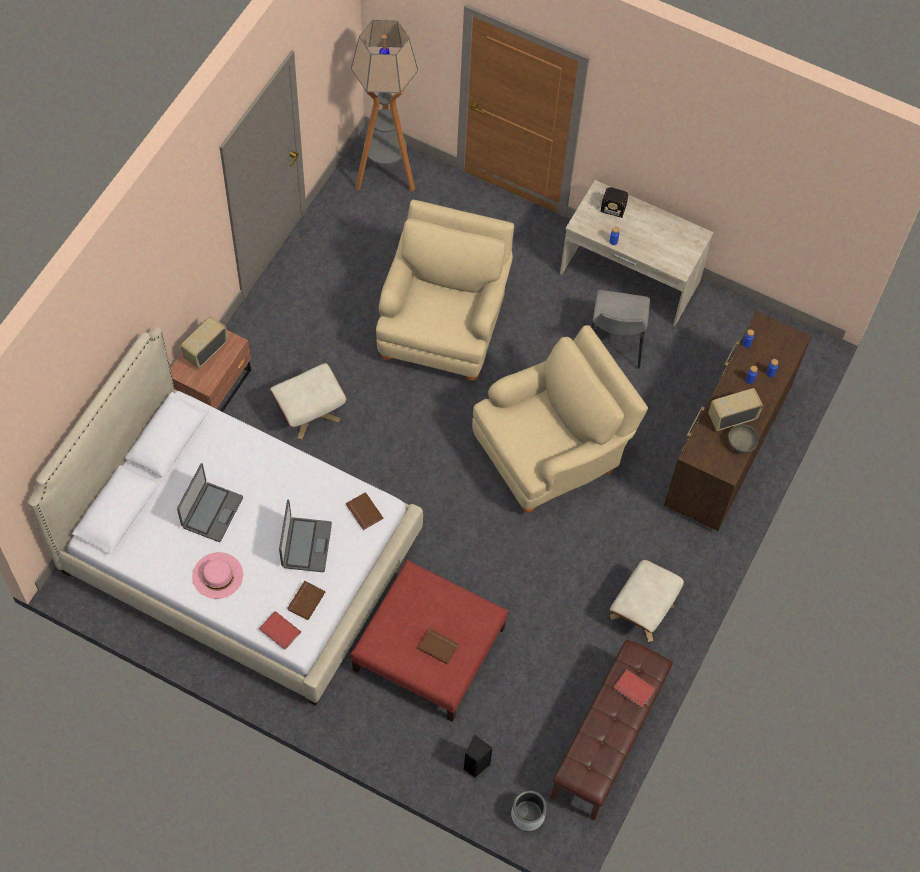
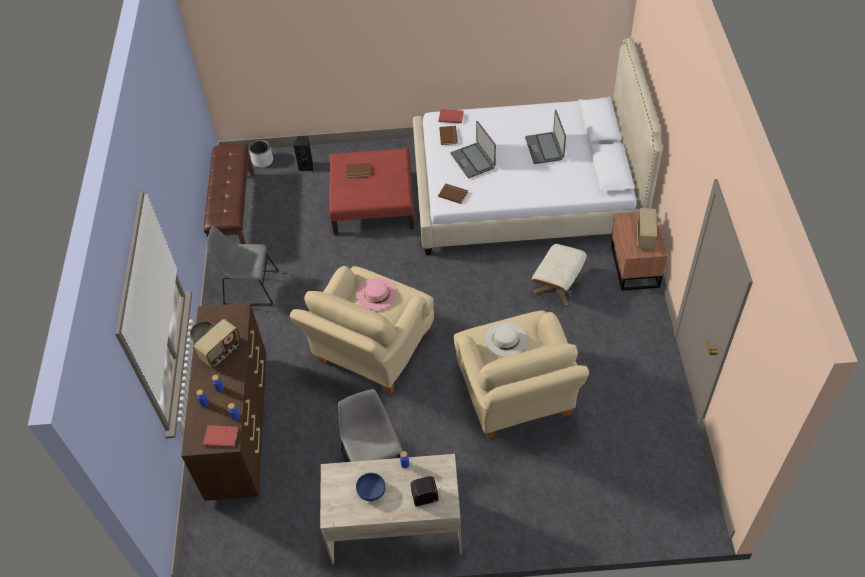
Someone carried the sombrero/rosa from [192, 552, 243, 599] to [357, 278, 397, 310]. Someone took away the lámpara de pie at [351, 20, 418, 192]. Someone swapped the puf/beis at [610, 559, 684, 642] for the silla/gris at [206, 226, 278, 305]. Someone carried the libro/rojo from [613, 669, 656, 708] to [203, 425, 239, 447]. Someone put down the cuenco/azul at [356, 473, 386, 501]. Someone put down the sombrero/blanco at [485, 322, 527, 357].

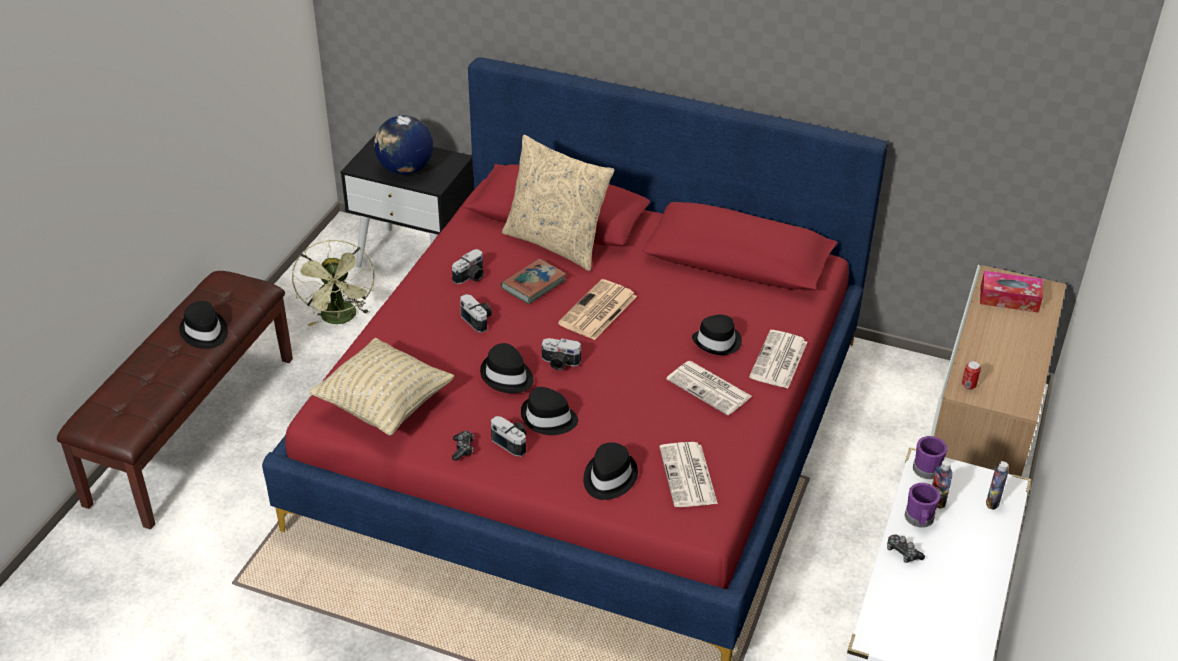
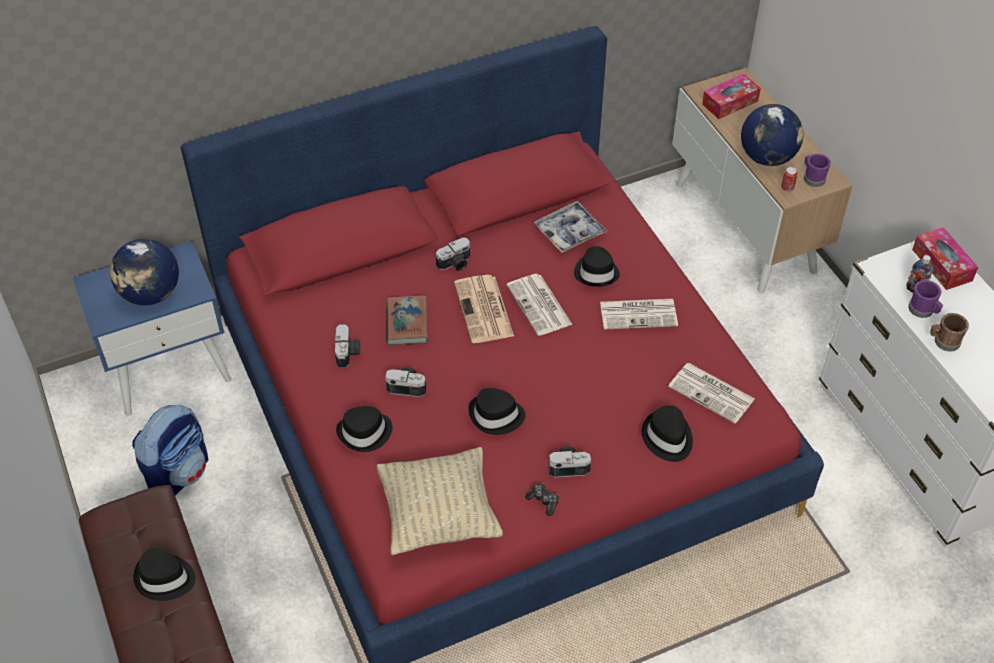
Someone swapped the ventilador/verde at [292, 240, 375, 326] for the mochila at [132, 405, 209, 495]. Someone repainted the mesita de noche/negro at [341, 134, 474, 268], which became the mesita de noche/azul at [73, 241, 231, 416]. Someone took away the cojín/beis at [502, 135, 614, 271]. Someone carried the sombrero/negro from [521, 387, 578, 435] to [336, 406, 393, 452]. Someone carried the cámara from [542, 338, 581, 370] to [436, 238, 470, 271]. Someone carried the periódico from [749, 330, 807, 388] to [507, 274, 573, 336]. Someone swapped the mando de consola at [887, 535, 925, 563] for the taza grande/marrón at [930, 313, 969, 352]. Someone carried the taza grande/morado from [913, 436, 948, 479] to [804, 154, 831, 187]. Someone swapped the botella at [986, 461, 1009, 510] for the caja de pañuelos at [912, 227, 978, 290]. Someone put down the bandeja at [534, 201, 607, 253]. Someone put down the globo terráqueo at [741, 104, 804, 166].

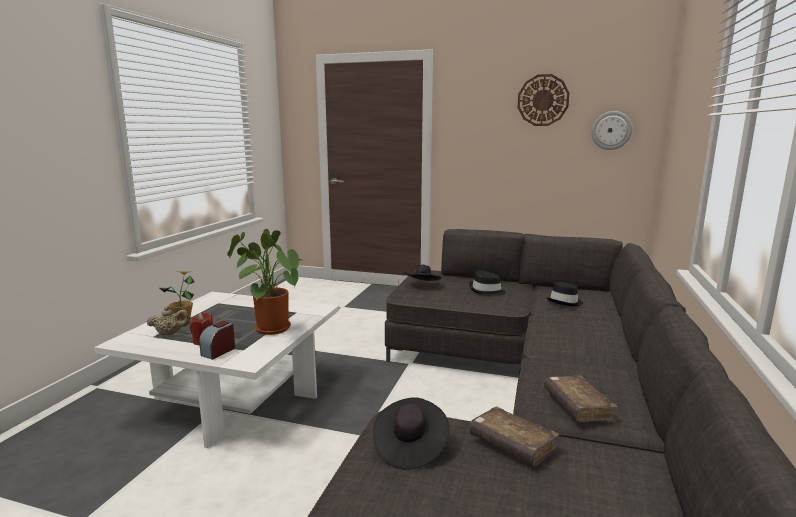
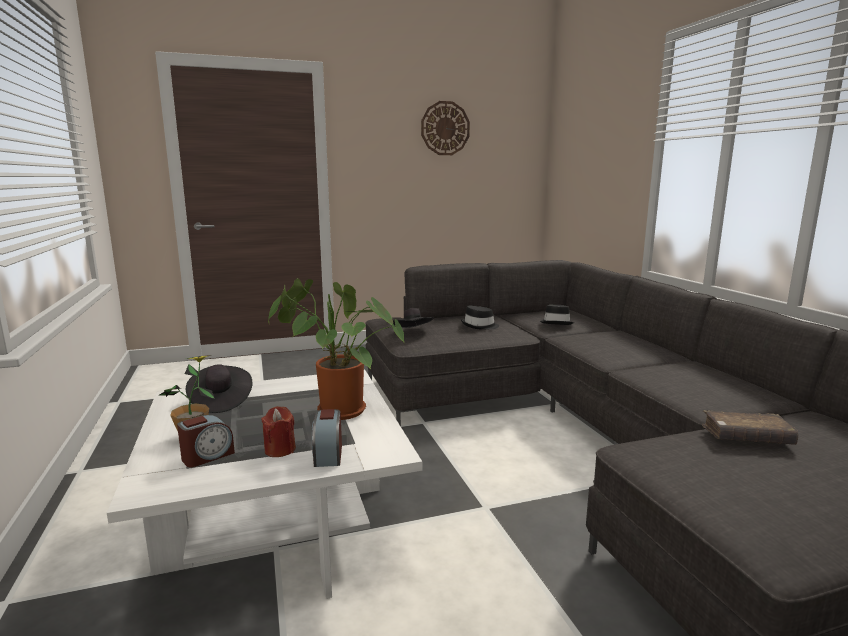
Someone swapped the tetera/beis at [147, 306, 190, 335] for the despertador at [177, 415, 235, 467]. Someone carried the sombrero/negro from [373, 397, 450, 469] to [186, 364, 252, 413]. Someone took away the libro/marrón at [544, 375, 618, 422]. Someone took away the reloj de pared at [591, 111, 632, 150].

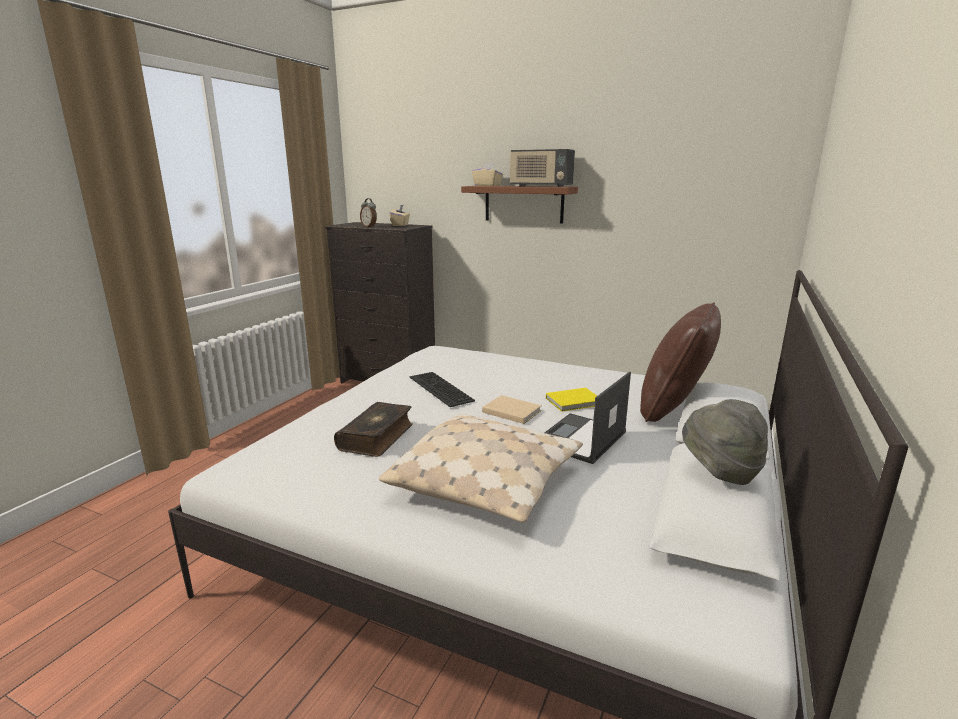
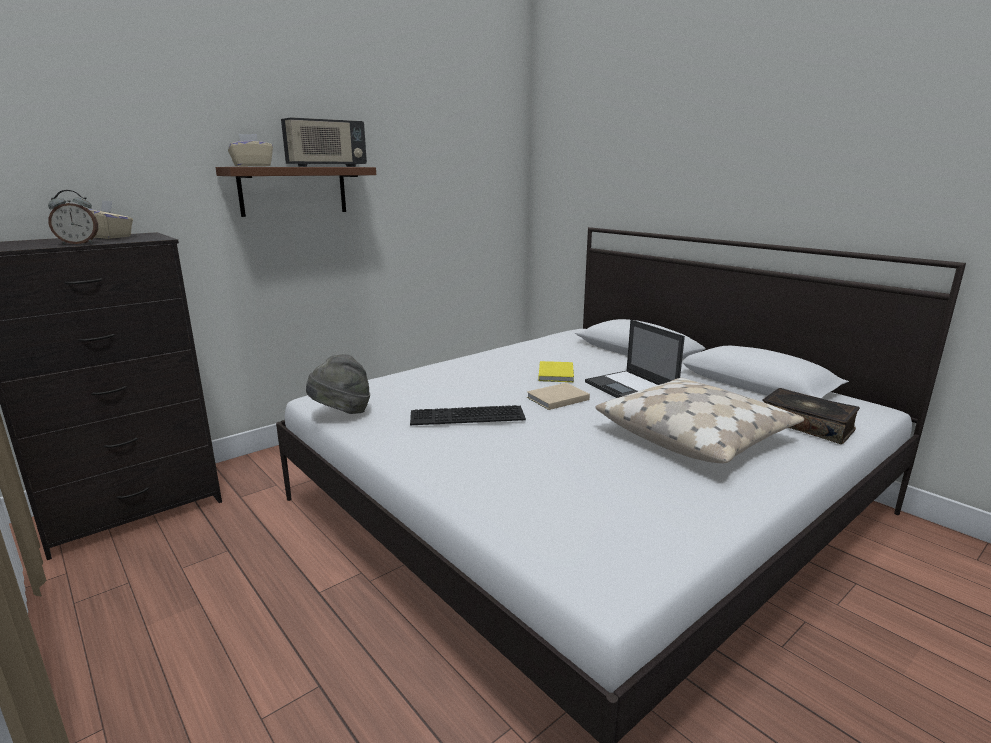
Someone carried the libro from [334, 402, 413, 457] to [762, 388, 860, 444]. Someone took away the cojín/marrón at [640, 302, 721, 422]. Someone carried the sombrero/gris from [682, 399, 768, 485] to [306, 354, 370, 414].

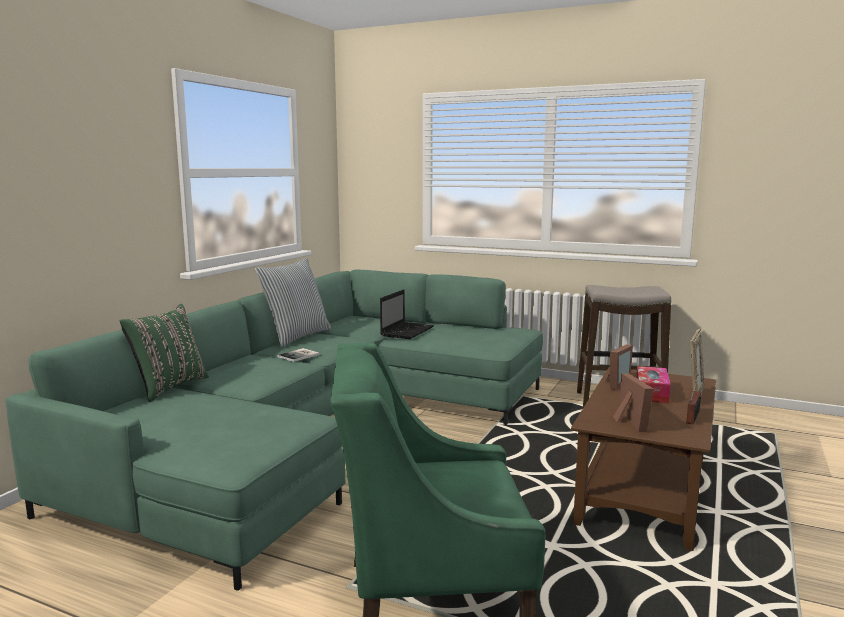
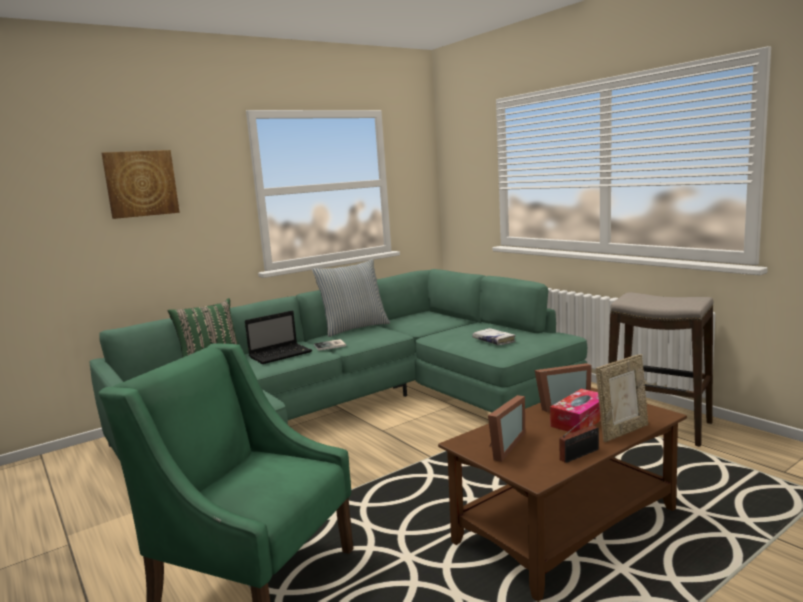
Someone carried the portátil from [380, 289, 434, 339] to [245, 311, 312, 364]. Someone put up the cuadro at [101, 150, 180, 219]. Someone put down the libro/blanco at [472, 328, 516, 345].

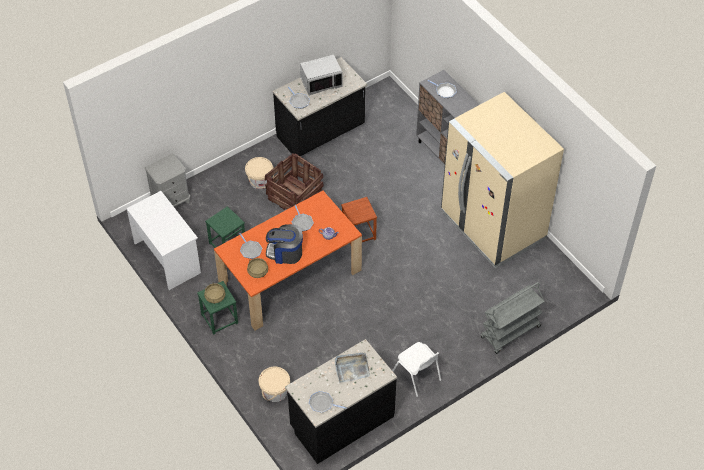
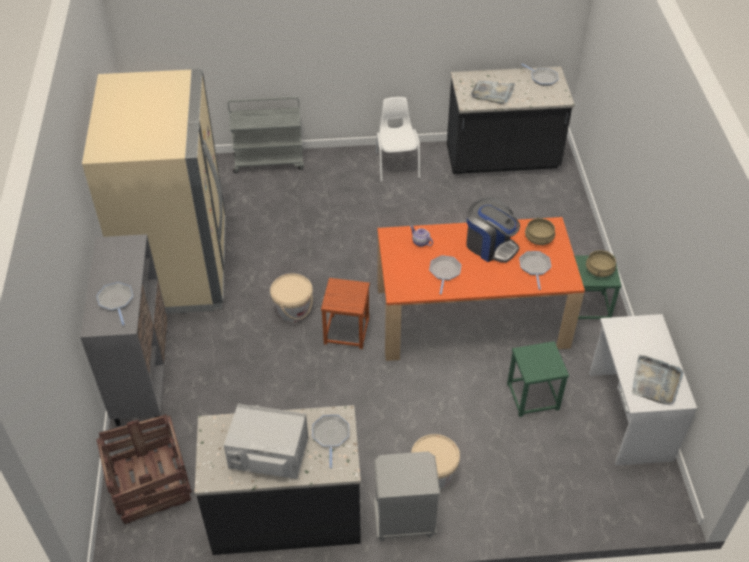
Someone carried the mesita de noche/gris from [144, 153, 190, 207] to [374, 452, 441, 542]. Someone carried the cubo/beis from [259, 367, 290, 402] to [270, 273, 313, 322]. Someone carried the caja de embalaje from [265, 153, 324, 210] to [96, 414, 192, 524]. Someone put down the bandeja/gris at [632, 355, 683, 405].

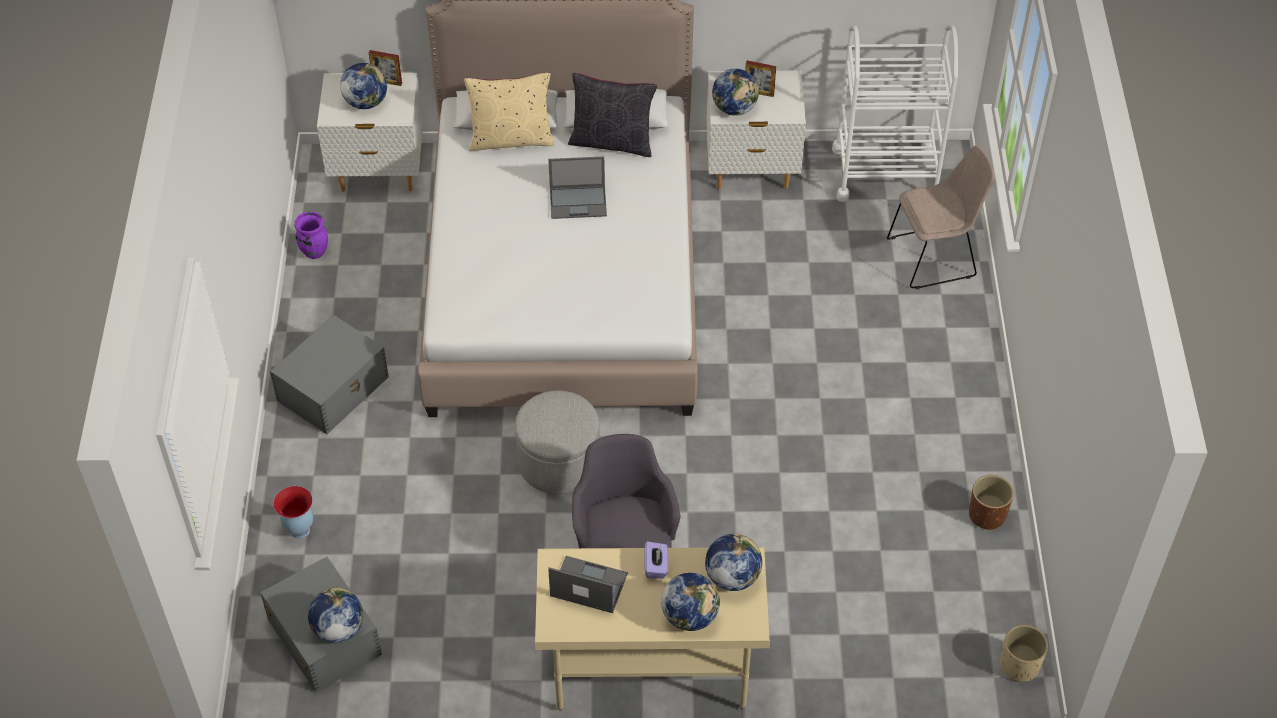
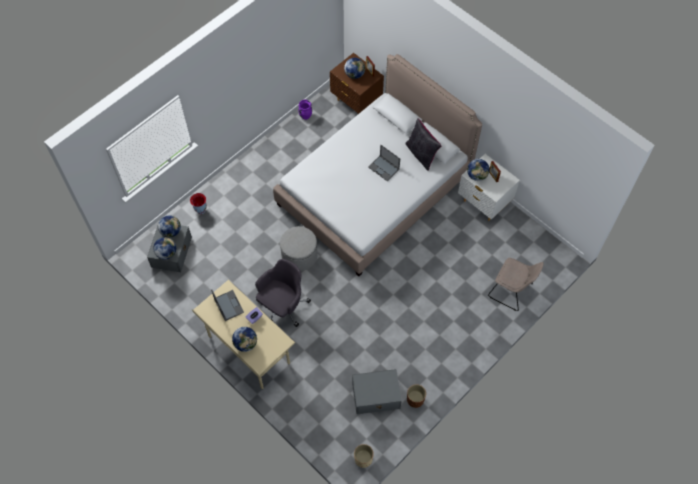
Someone carried the caja de almacenaje/gris from [270, 315, 389, 434] to [352, 369, 402, 414]. Someone repainted the mesita de noche/blanco at [317, 73, 423, 192], which became the mesita de noche/marrón at [330, 53, 384, 114]. Someone took away the cojín/beis at [464, 73, 555, 151]. Someone carried the globo terráqueo from [705, 534, 762, 591] to [158, 215, 181, 238]. Someone took away the carrito/blanco at [832, 25, 958, 202].

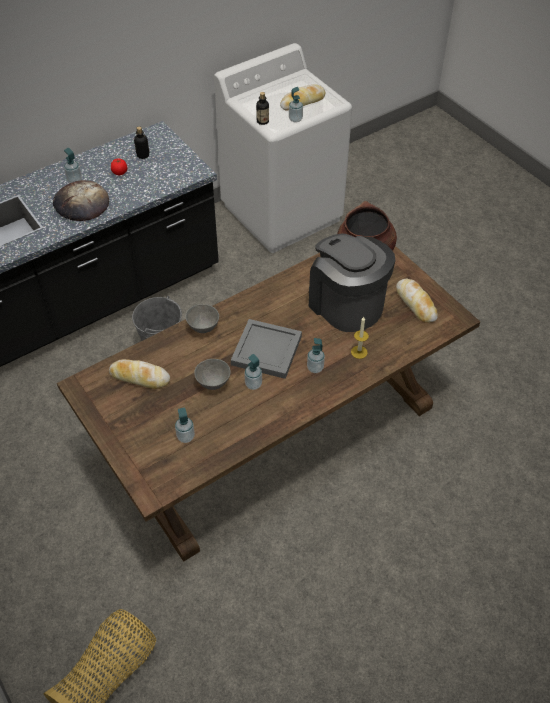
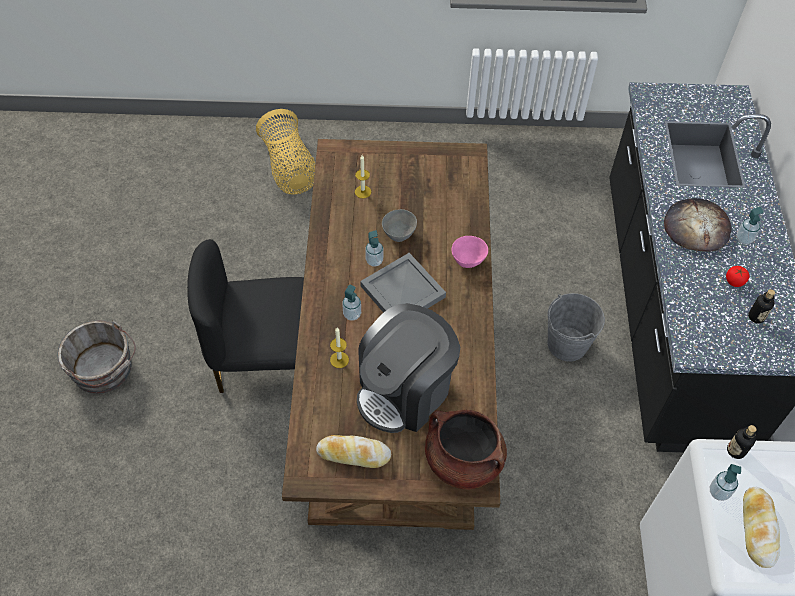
Someone took away the pan at [109, 359, 170, 389]. Someone swapped the dispensador de jabón at [175, 408, 195, 443] for the vela at [355, 155, 371, 198]. Someone repainted the cuenco/gris at [185, 304, 219, 333], which became the cuenco/rosa at [452, 236, 488, 268]. Someone rotated the cafetera at [309, 234, 395, 332] by 135 degrees clockwise. Someone put down the cubo/gris at [57, 320, 136, 394]. Someone put down the silla/negro at [187, 239, 304, 393].

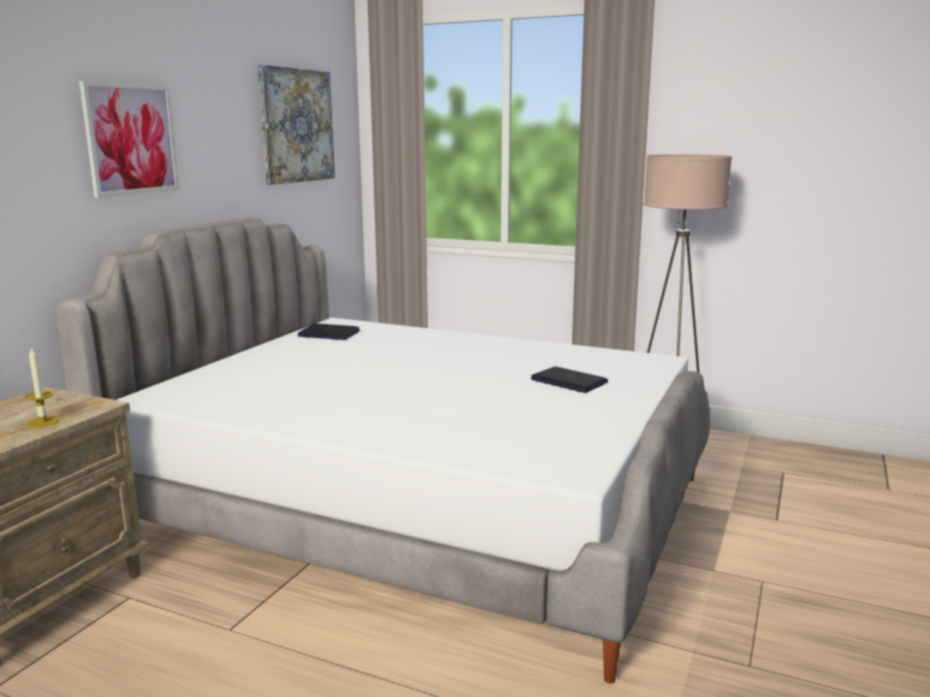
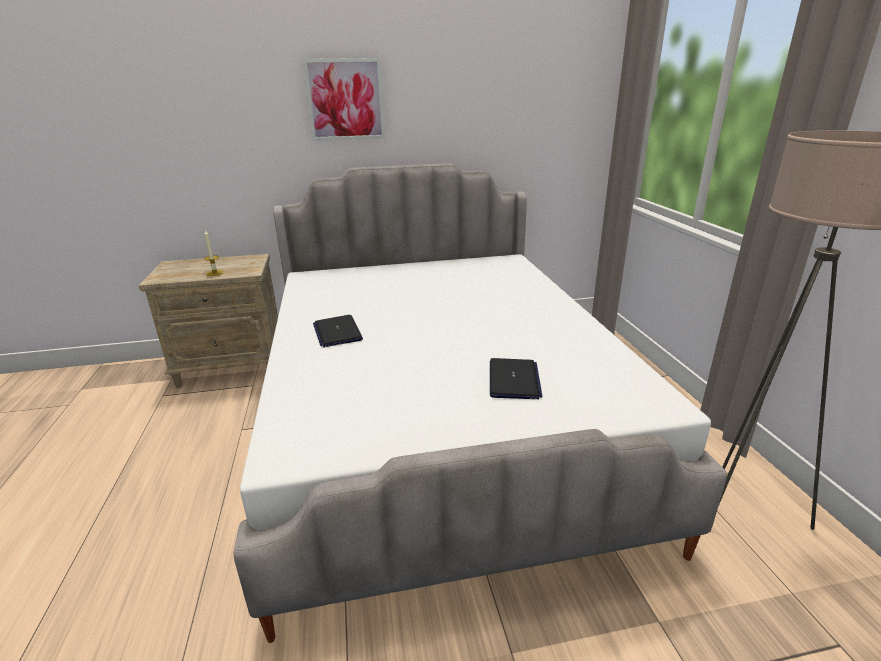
Someone took away the cuadro at [258, 65, 335, 185]. Someone carried the portátil from [298, 324, 360, 340] to [313, 315, 363, 347].

